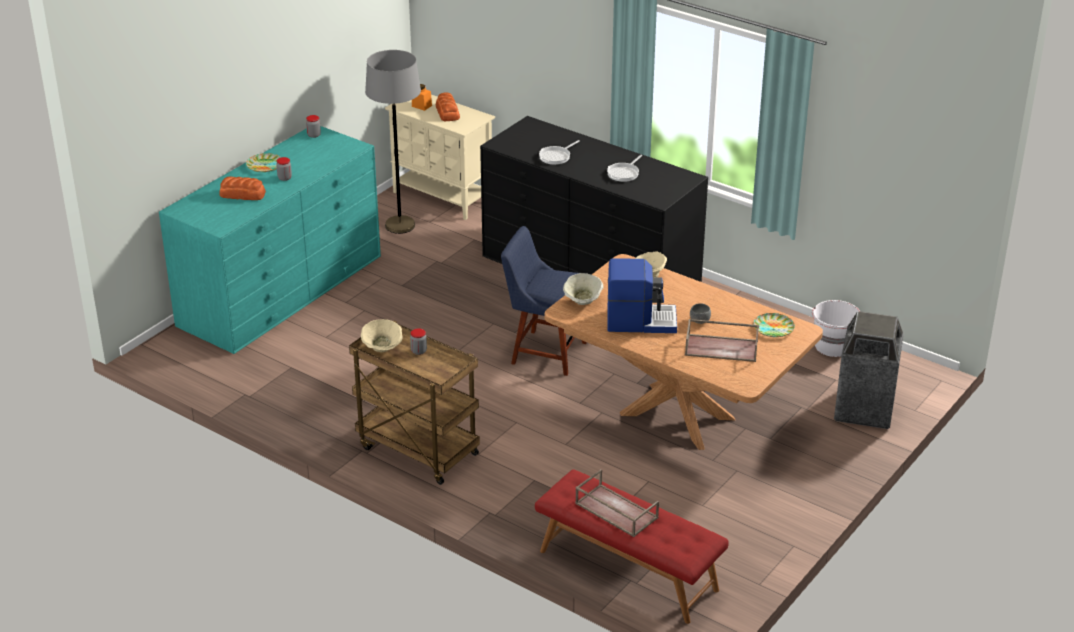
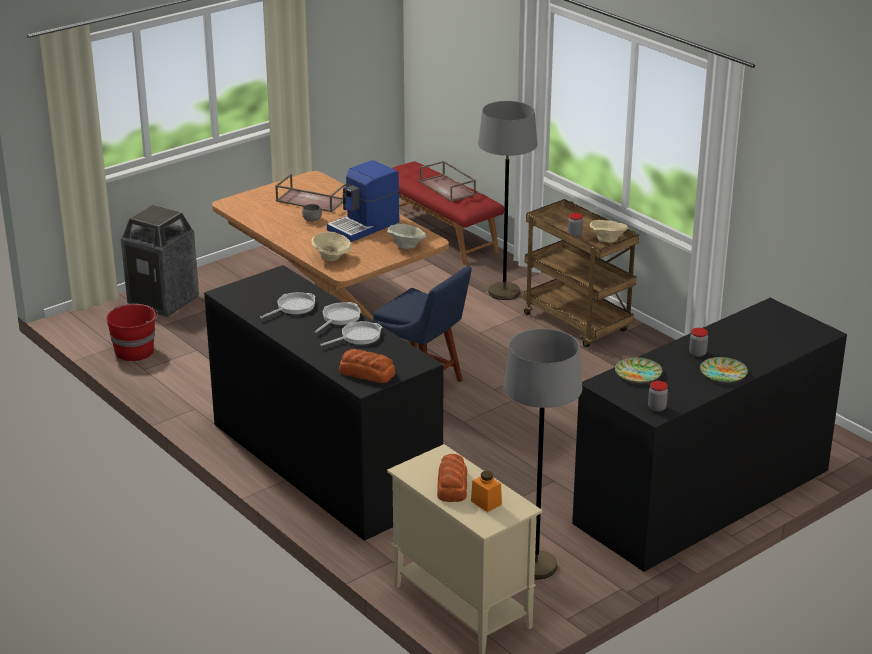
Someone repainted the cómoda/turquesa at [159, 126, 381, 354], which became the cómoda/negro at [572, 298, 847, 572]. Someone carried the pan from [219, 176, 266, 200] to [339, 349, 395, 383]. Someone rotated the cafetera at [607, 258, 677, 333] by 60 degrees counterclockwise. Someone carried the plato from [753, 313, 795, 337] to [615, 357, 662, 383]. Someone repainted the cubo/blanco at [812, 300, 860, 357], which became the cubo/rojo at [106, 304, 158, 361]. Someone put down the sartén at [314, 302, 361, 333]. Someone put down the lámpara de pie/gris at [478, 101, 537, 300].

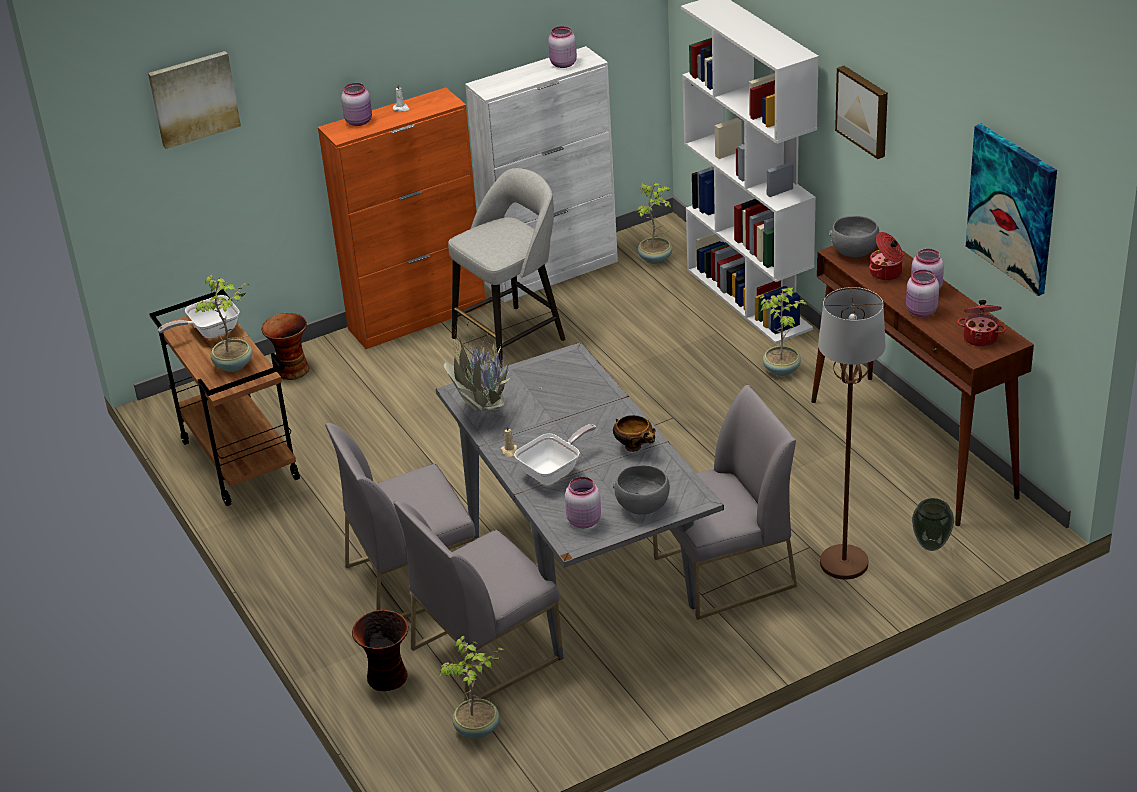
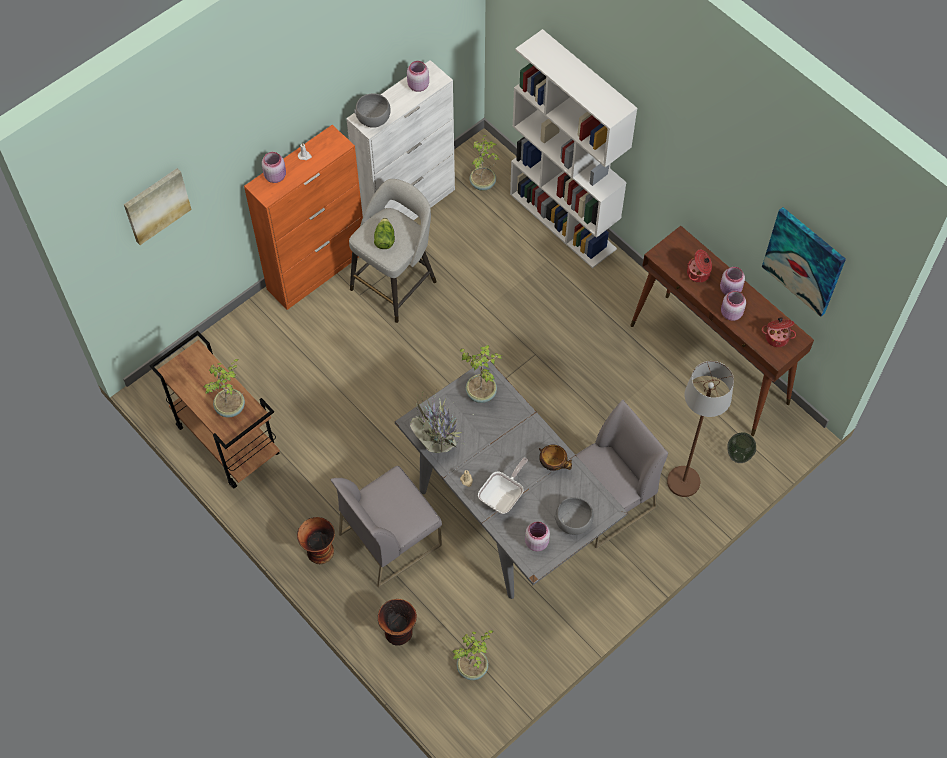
Someone took away the sartén at [158, 295, 240, 339]. Someone carried the florero from [262, 313, 309, 380] to [297, 517, 335, 564]. Someone took away the silla/gris at [393, 501, 562, 701]. Someone carried the planta en maceta from [760, 288, 807, 376] to [460, 345, 502, 403]. Someone carried the cuenco/gris from [829, 216, 879, 257] to [354, 94, 391, 128]. Someone took away the cuadro at [835, 66, 888, 159]. Someone put down the lechuga at [374, 218, 395, 249].

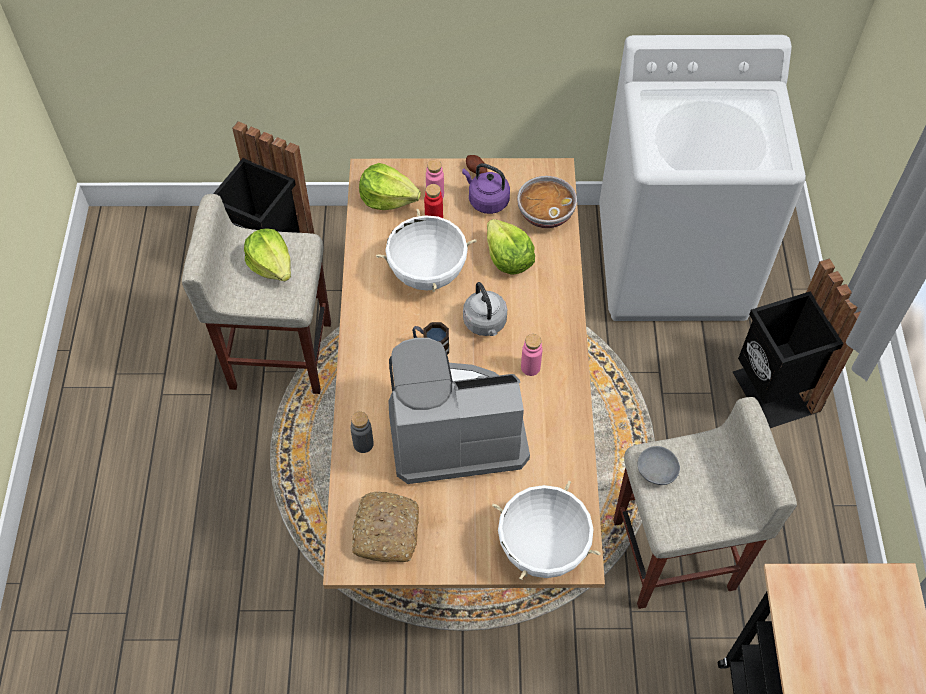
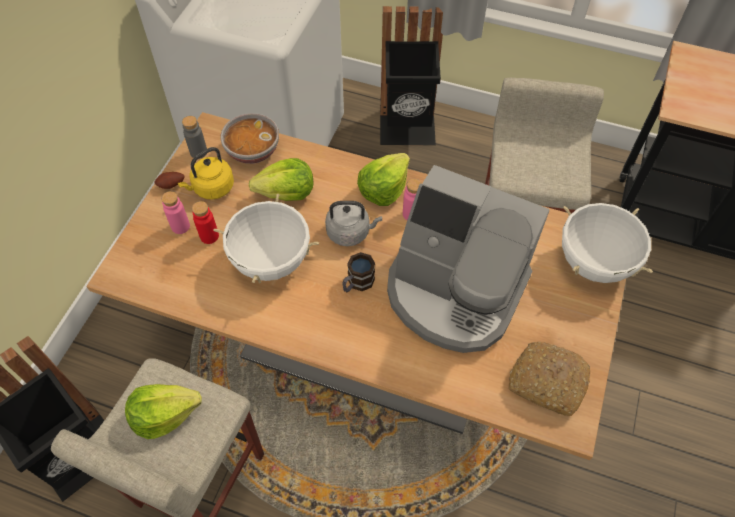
Someone carried the botella/gris from [350, 412, 374, 453] to [182, 116, 207, 159]. Someone carried the lechuga from [359, 163, 421, 210] to [357, 153, 410, 206]. Someone rotated the cafetera at [388, 338, 530, 484] by 75 degrees counterclockwise. Someone repainted the hervidor/morado at [462, 163, 510, 214], which became the hervidor/amarillo at [178, 147, 234, 200]. Someone took away the cuenco/gris at [638, 446, 680, 485].

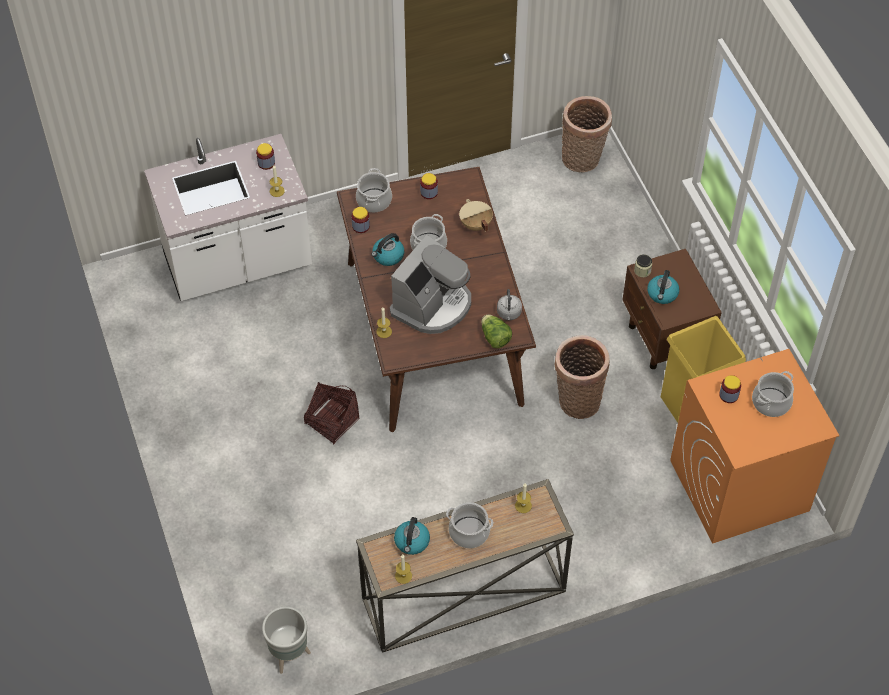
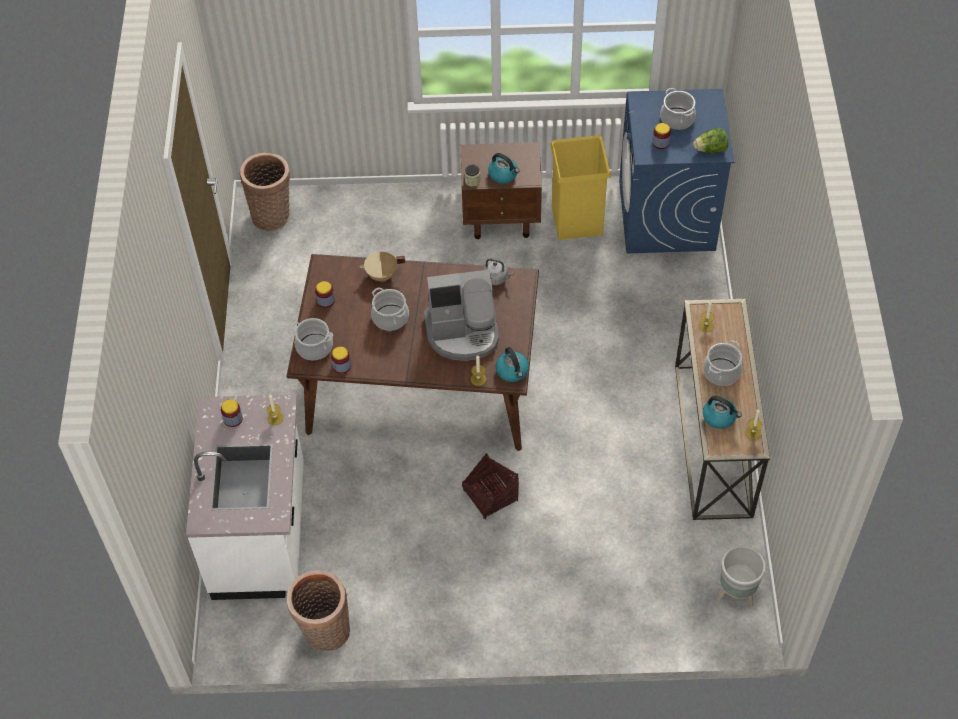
Someone carried the hervidor from [371, 233, 404, 266] to [496, 347, 529, 382]. Someone rotated the cafetera at [390, 235, 471, 334] by 120 degrees clockwise. Someone carried the lechuga from [481, 315, 512, 348] to [693, 128, 728, 153]. Someone carried the cesta from [554, 335, 610, 419] to [287, 570, 350, 651]. Someone repainted the lavadora/naranja at [670, 349, 839, 544], which became the lavadora/azul at [619, 89, 734, 253].

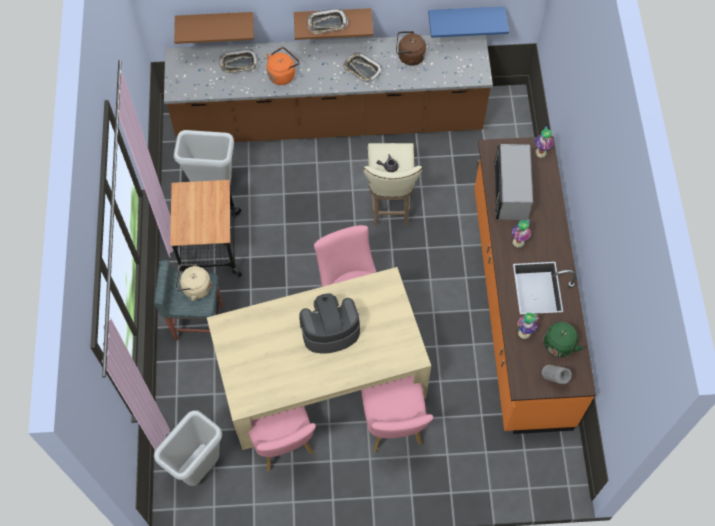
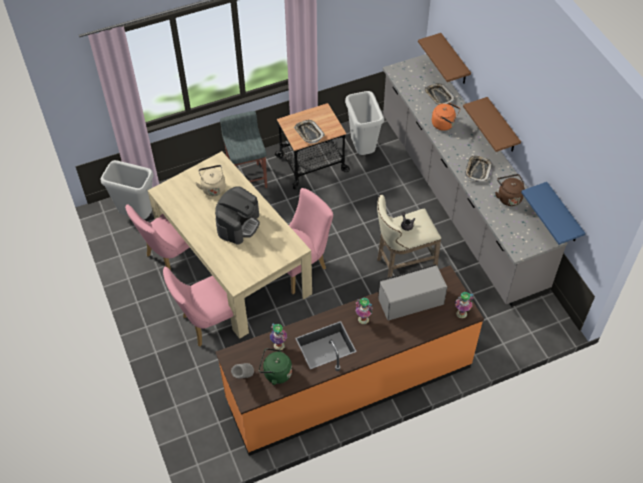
Someone repainted the mueble bajo de cocina/marrón at [164, 35, 493, 142], which became the mueble bajo de cocina/gris at [383, 54, 567, 307]. Someone carried the hervidor/beis from [176, 264, 211, 301] to [195, 165, 226, 196]. Someone rotated the cafetera at [299, 293, 360, 354] by 60 degrees clockwise. Someone carried the bandeja from [307, 8, 348, 34] to [294, 120, 325, 144].

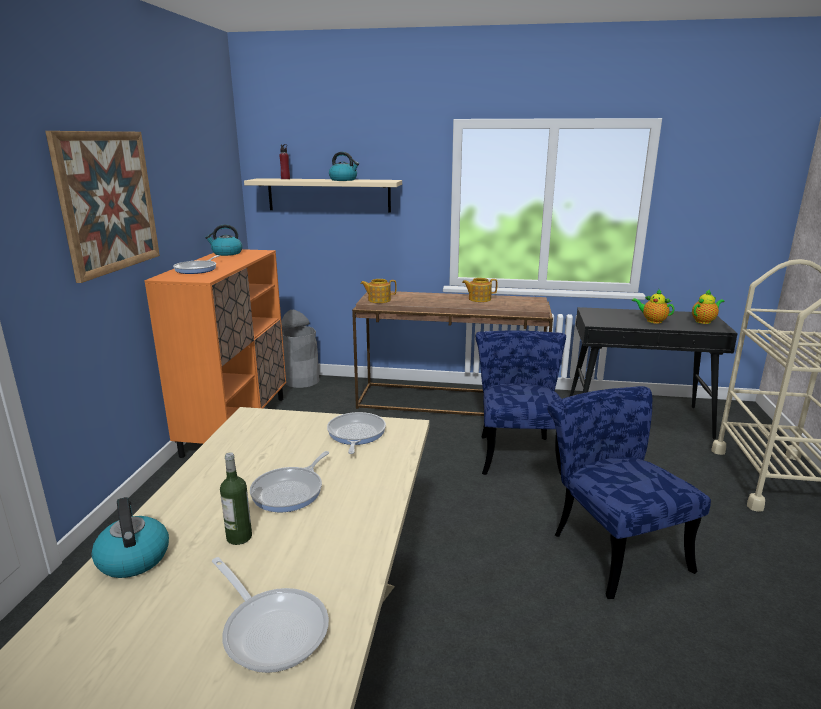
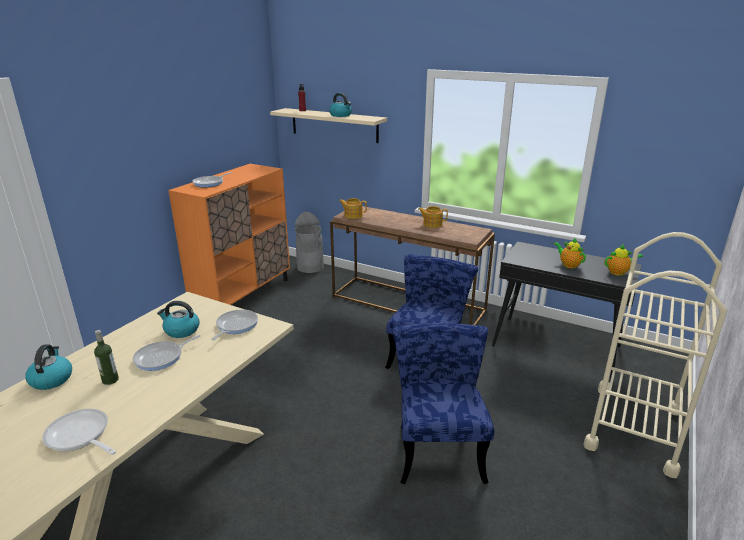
Someone took away the cuadro at [45, 131, 160, 283]. Someone carried the hervidor from [205, 224, 242, 256] to [157, 301, 199, 338]. Someone rotated the sartén at [212, 557, 329, 673] by 150 degrees clockwise.

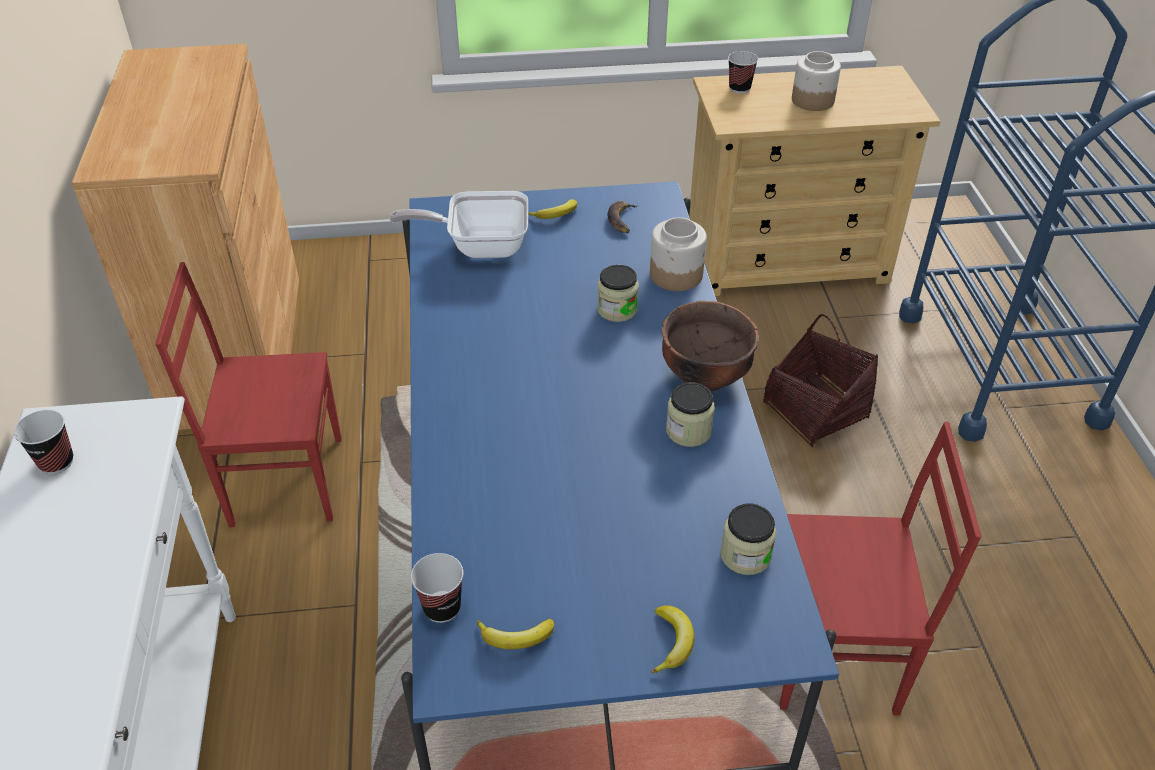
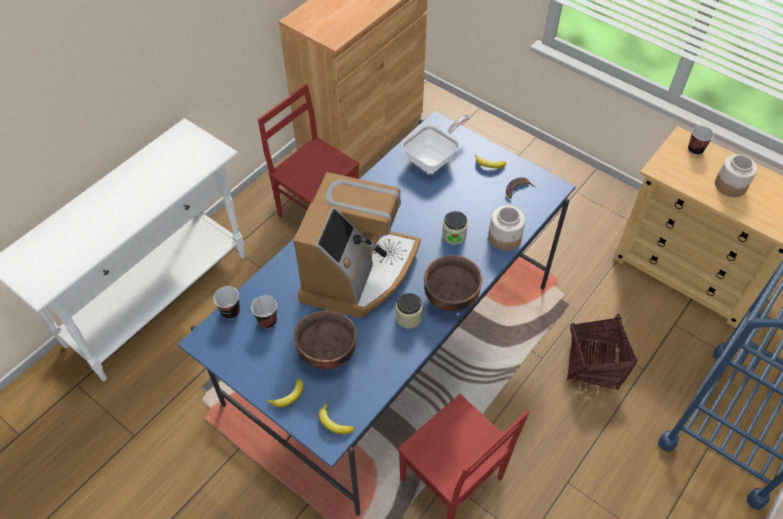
Someone carried the taza from [14, 410, 73, 474] to [251, 296, 277, 329]. Someone rotated the sartén at [390, 191, 528, 258] by 90 degrees clockwise. Someone carried the plátano from [477, 619, 554, 649] to [319, 403, 355, 434]. Someone took away the tarro at [720, 503, 777, 575]. Someone put down the cafetera at [293, 172, 421, 318]. Someone put down the cuenco/marrón at [294, 310, 357, 369].

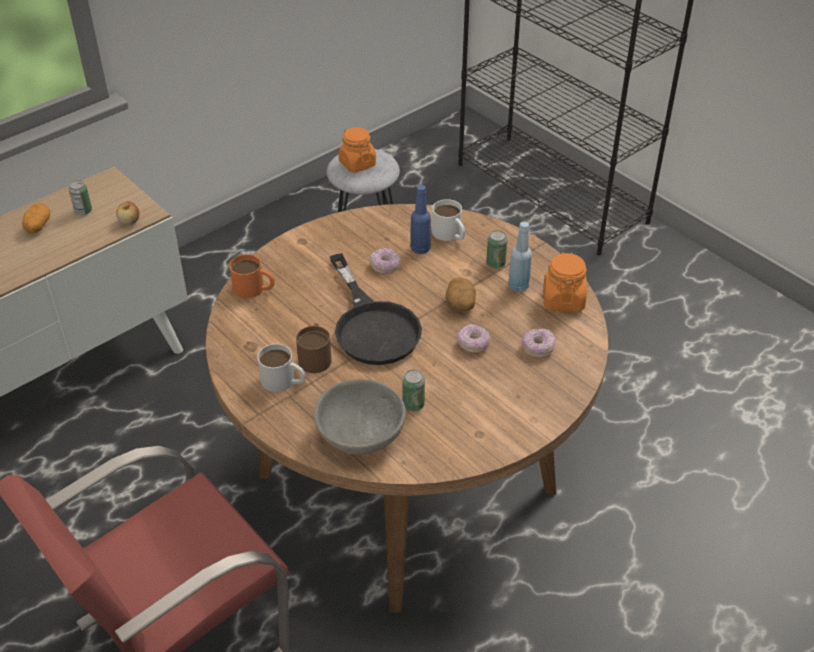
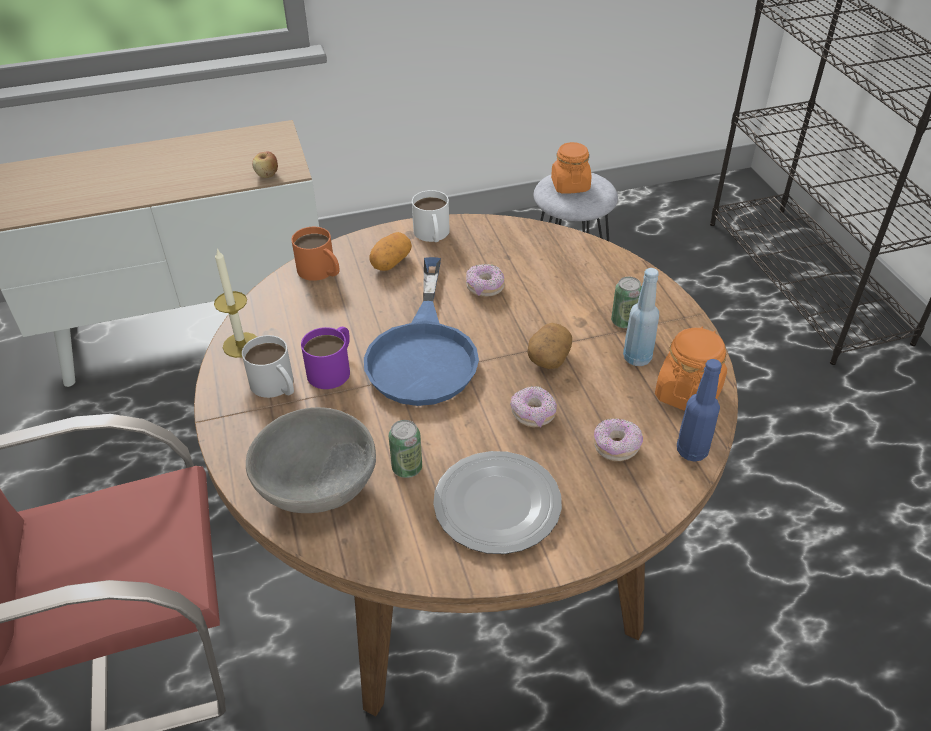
Someone carried the patata from [22, 203, 50, 233] to [369, 232, 412, 271]. Someone took away the lata at [69, 180, 92, 215]. Someone repainted the taza grande/marrón at [296, 323, 332, 373], which became the taza grande/morado at [301, 327, 350, 389]. Someone repainted the sartén/negro at [330, 253, 422, 365], which became the sartén/azul at [364, 257, 479, 406]. Someone carried the botella/azul from [410, 185, 431, 254] to [677, 359, 722, 462]. Someone carried the taza grande/blanco from [432, 199, 465, 241] to [412, 190, 450, 242]. Someone put down the vela at [214, 248, 257, 358]. Someone put down the plato at [433, 451, 562, 554].

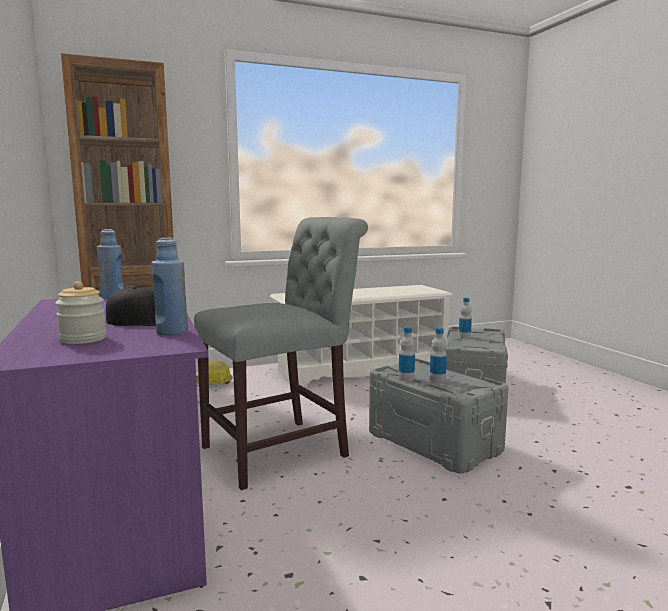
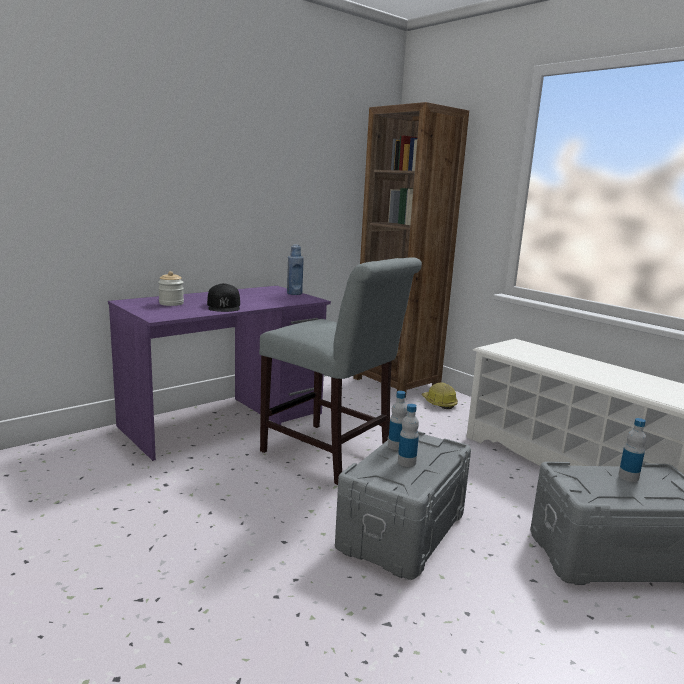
Someone took away the botella/azul at [151, 238, 188, 336].

